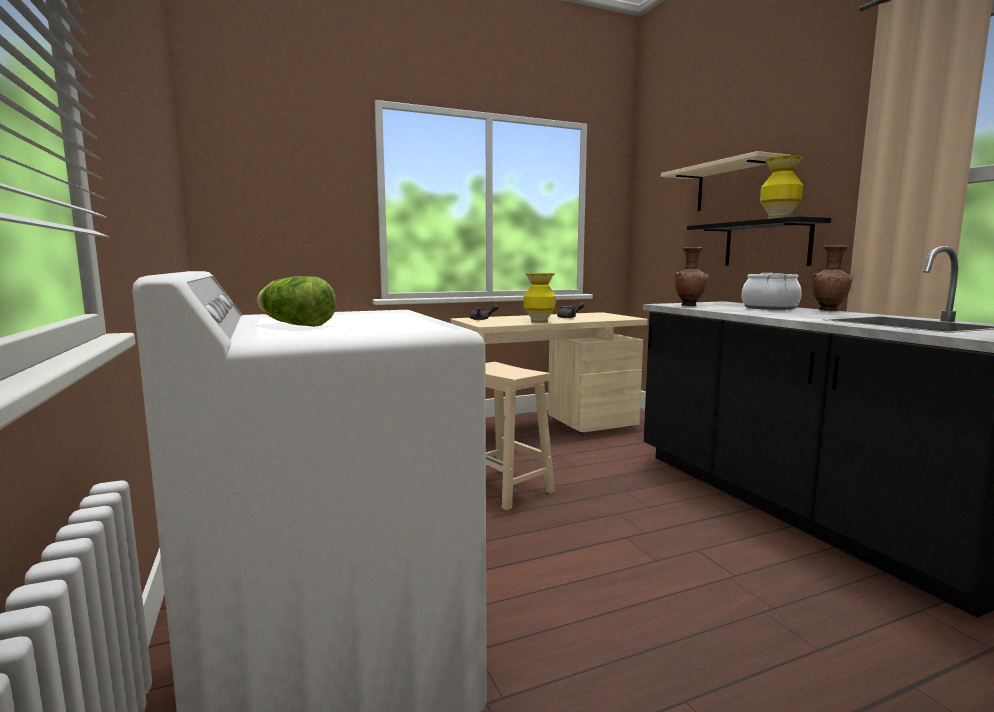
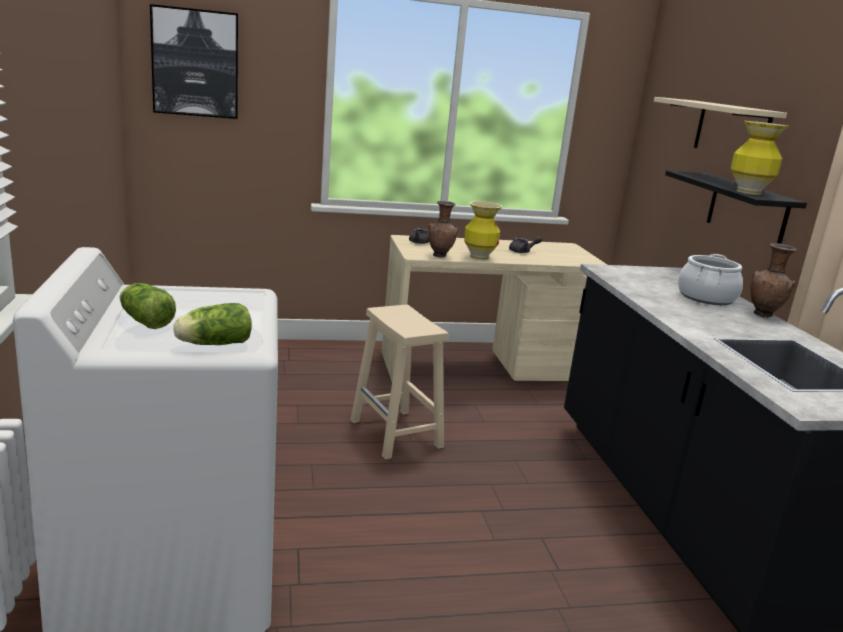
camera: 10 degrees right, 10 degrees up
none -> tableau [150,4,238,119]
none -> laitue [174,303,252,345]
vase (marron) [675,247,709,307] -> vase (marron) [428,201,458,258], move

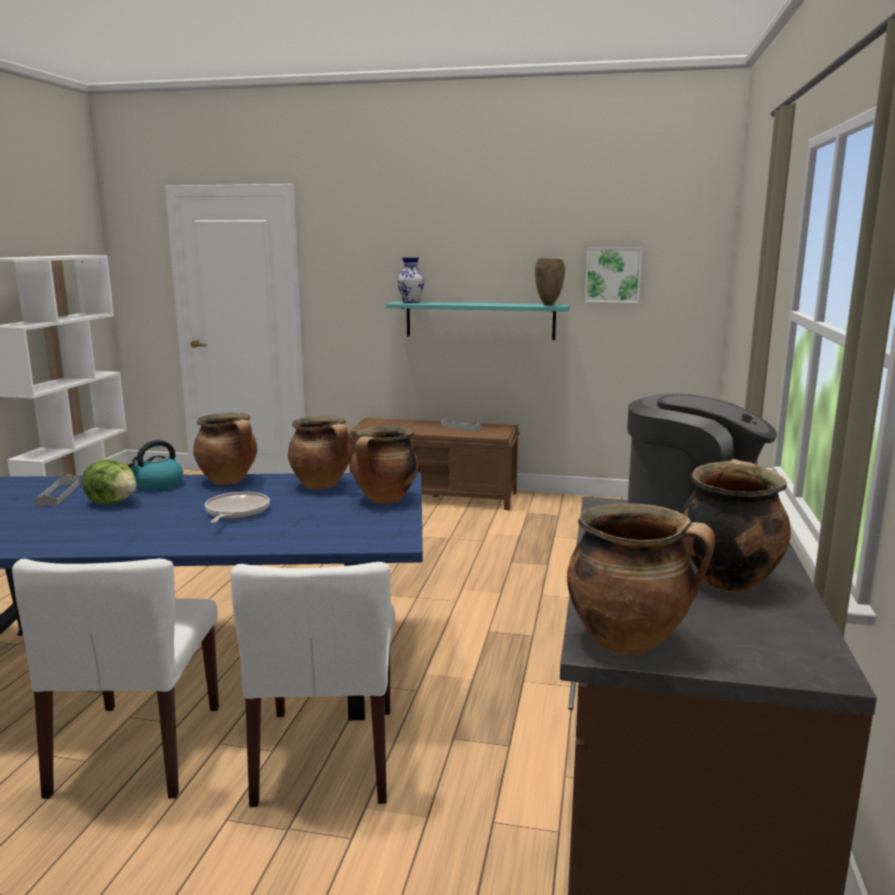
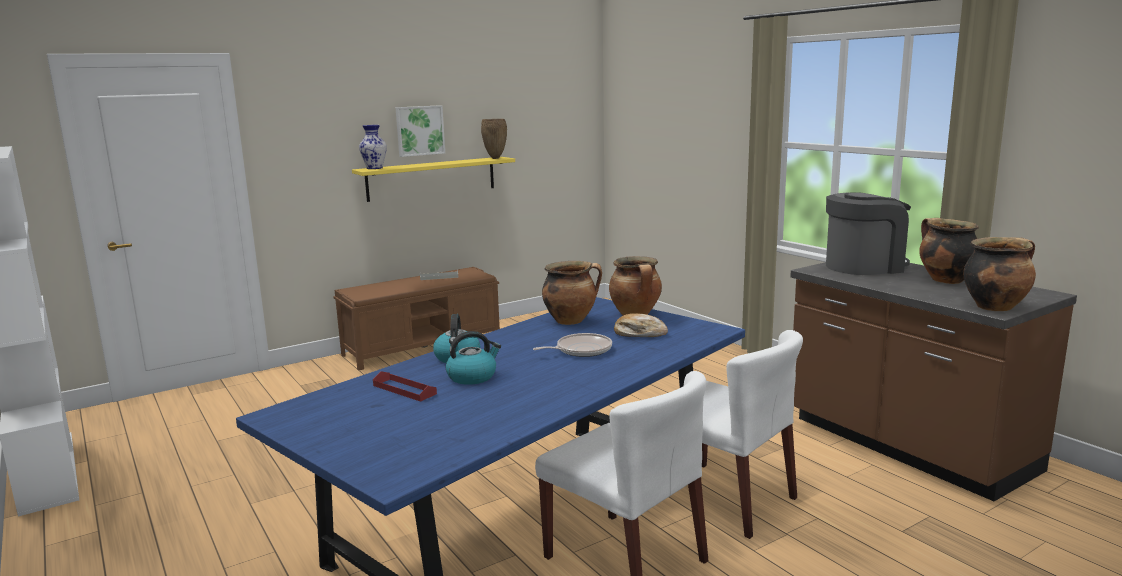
camera: 45 degrees left, 0 degrees up
étagère (turquoise) [386,302,570,340] -> étagère (jaune) [352,157,515,202]
plateau (gris) [34,474,80,506] -> plateau (rouge) [373,371,437,402]
tableau [585,248,642,303] -> tableau [395,105,445,157], move
laitue [82,459,137,505] -> bouilloire [446,331,501,385]
poêle [205,492,270,523] -> poêle [533,333,612,357], 105 degrees clockwise
none -> pain [614,313,668,337]
marmite [193,413,257,485] -> none

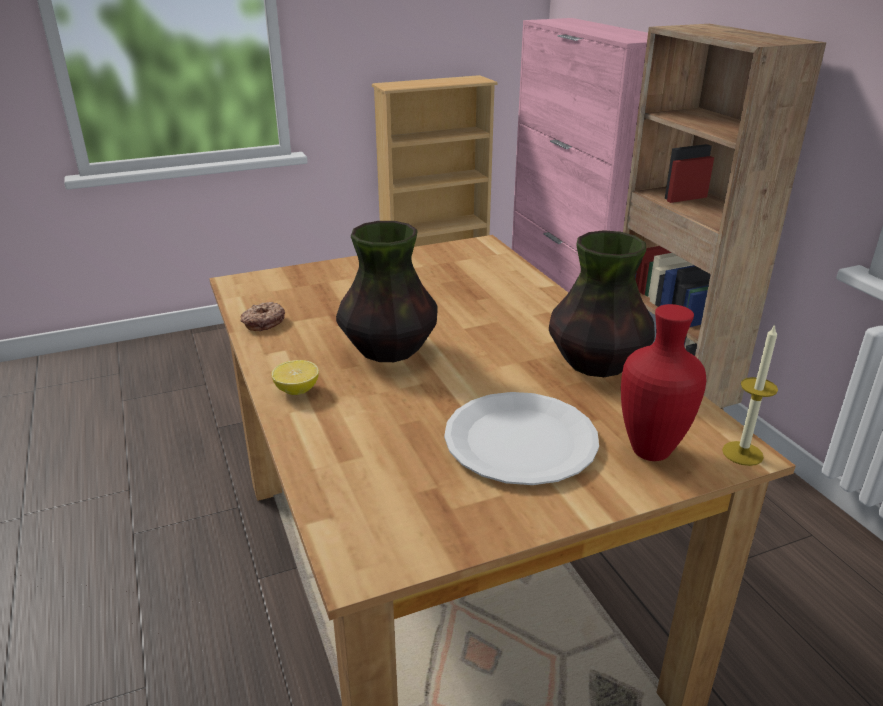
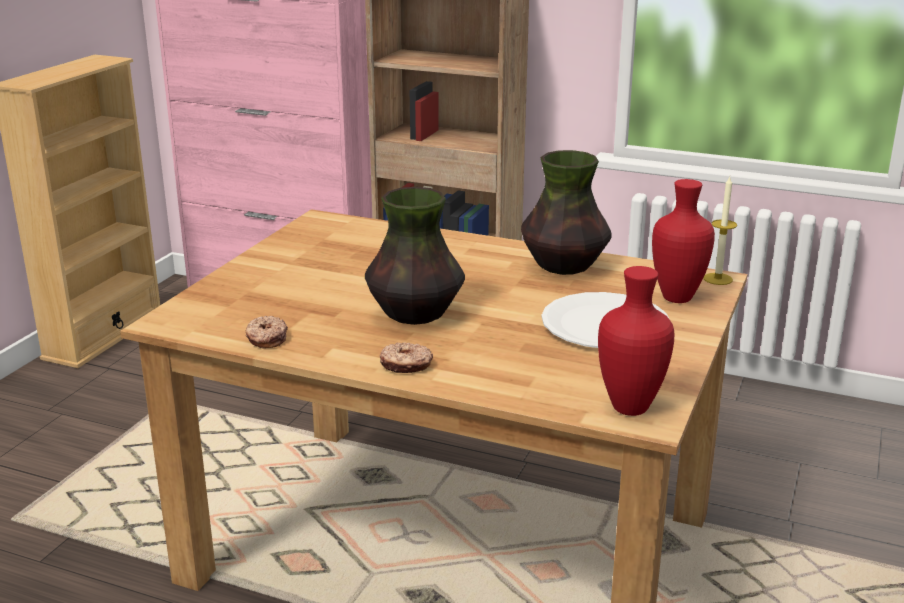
camera: 45 degrees left, 5 degrees down
citron [271,360,319,395] -> beignet [380,342,433,373]
none -> vase (rouge) [598,266,674,416]

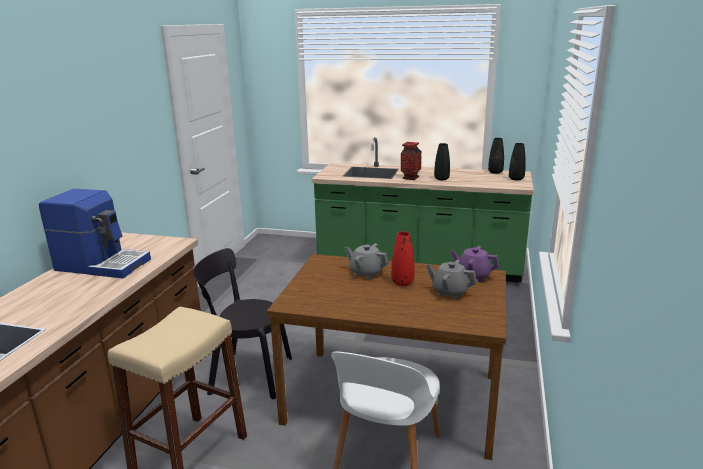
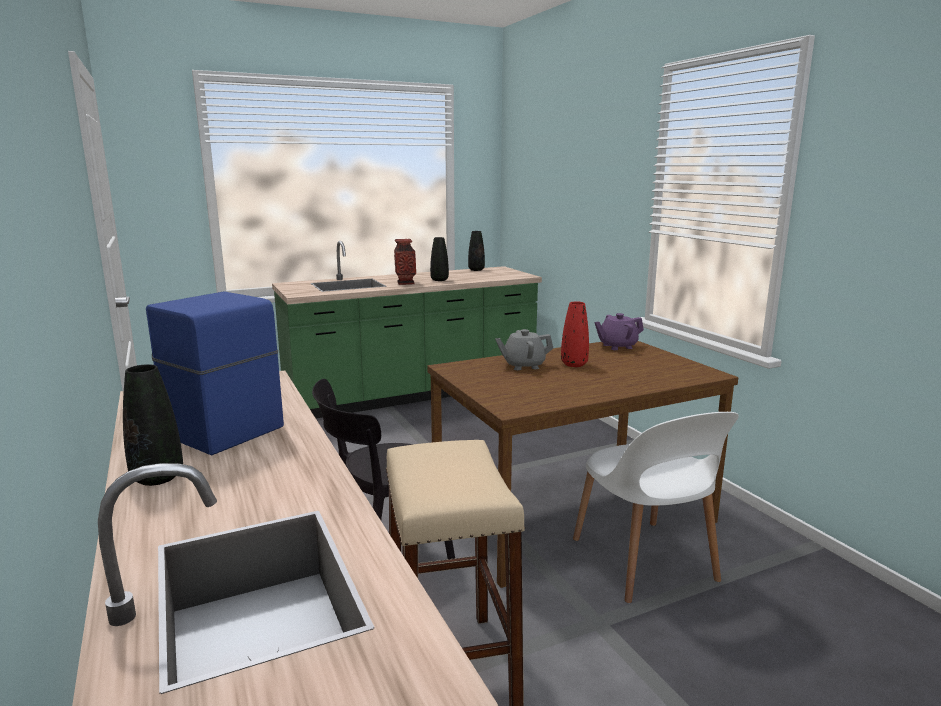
camera: 40 degrees left, 5 degrees down
vase (noir) [509,143,526,181] -> vase (noir) [123,364,183,486], move
machine à café [39,189,151,278] -> machine à café [146,291,284,456], 120 degrees counterclockwise
théière (gris) [426,260,477,299] -> none

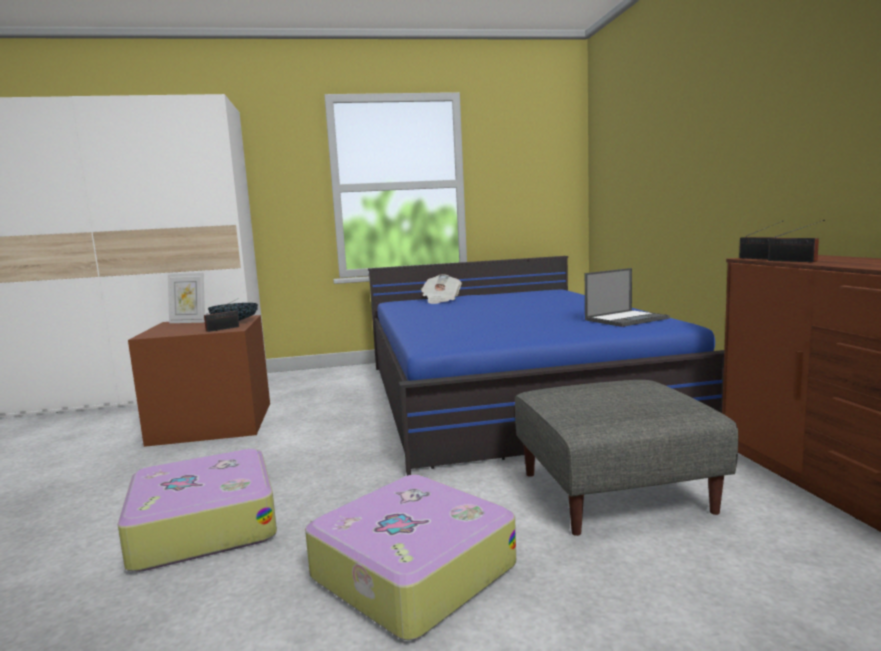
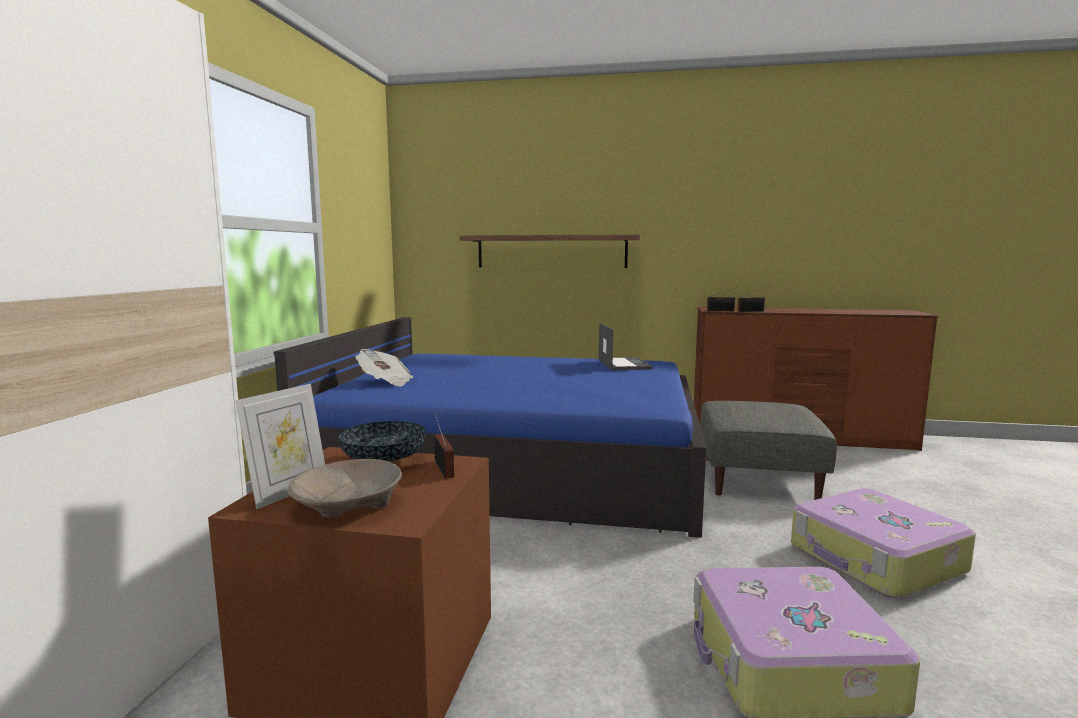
camera: 70 degrees left, 0 degrees up
none -> bol (beige) [287,459,402,518]
none -> étagère [459,234,640,268]

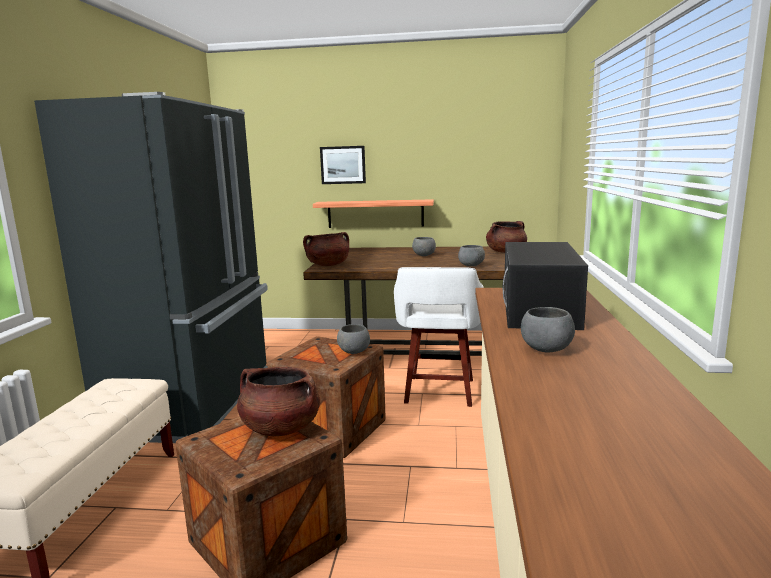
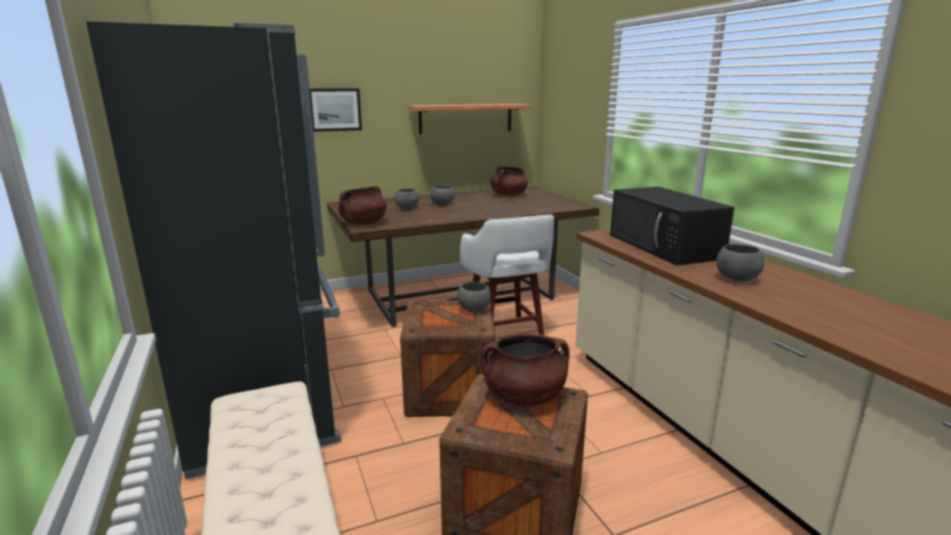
camera: 30 degrees left, 5 degrees up
bol (gris) [458,245,485,266] -> bol (gris) [395,189,419,209], move
étagère [313,199,434,228] -> étagère [408,104,530,134], move

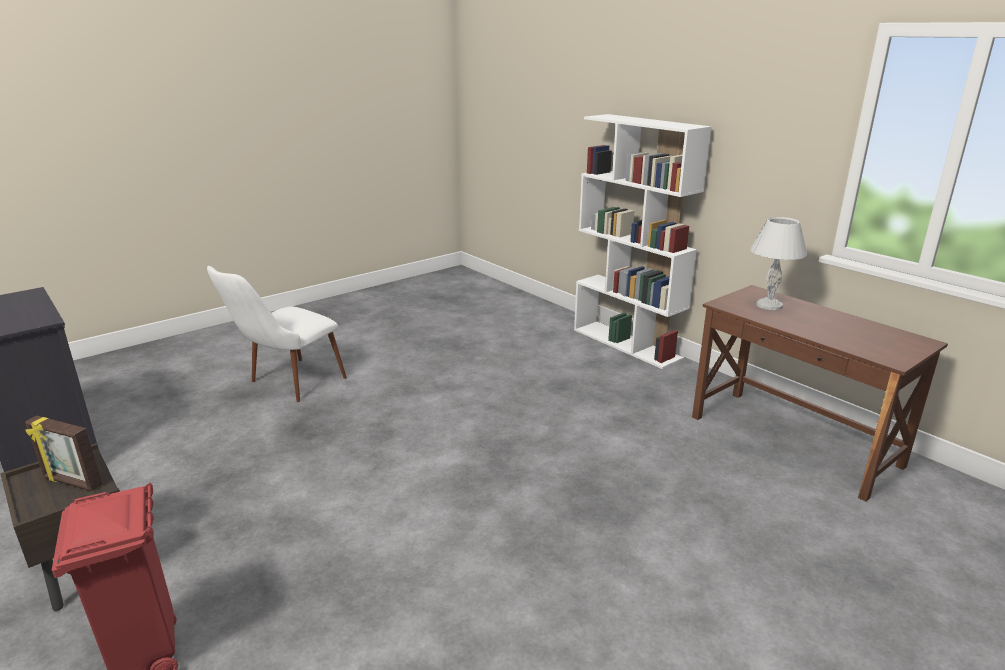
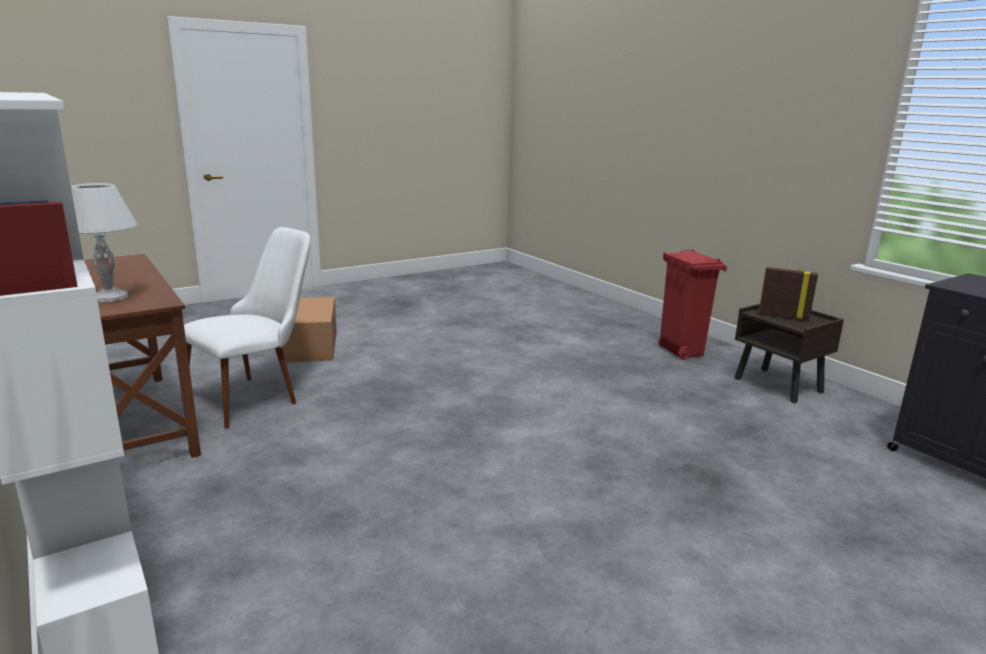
camera: 175 degrees left, 5 degrees down
chaise (blanc) [207,266,347,402] -> chaise (blanc) [184,227,311,429], move
none -> carton [282,297,337,362]

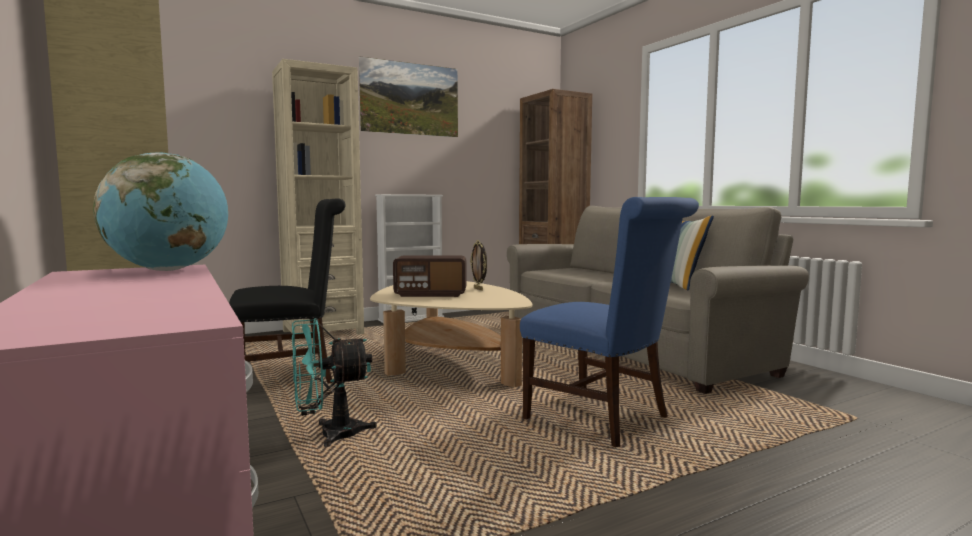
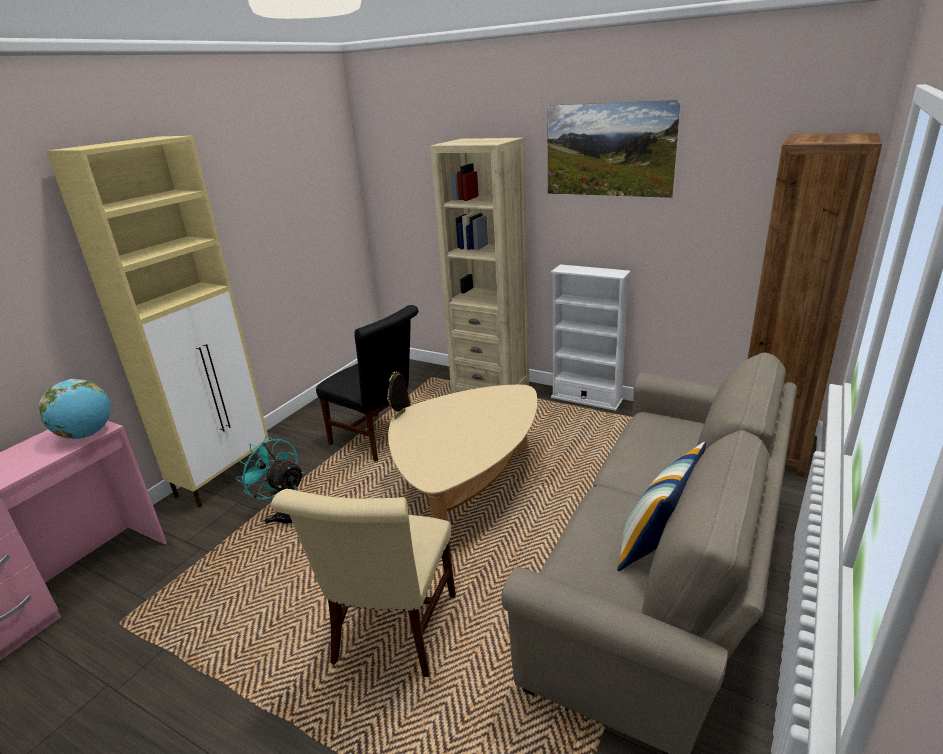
camera: 60 degrees right, 20 degrees up
chaise (bleu) [520,197,699,448] -> chaise (beige) [271,489,456,677]
cadre photo [470,240,487,290] -> cadre photo [387,371,407,419], move
radio [393,256,467,297] -> none

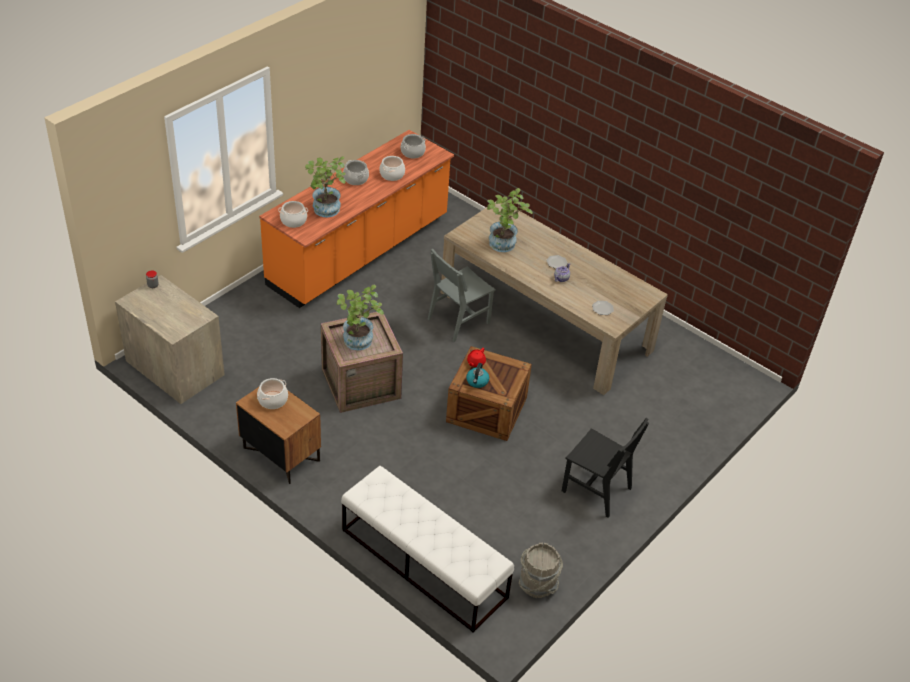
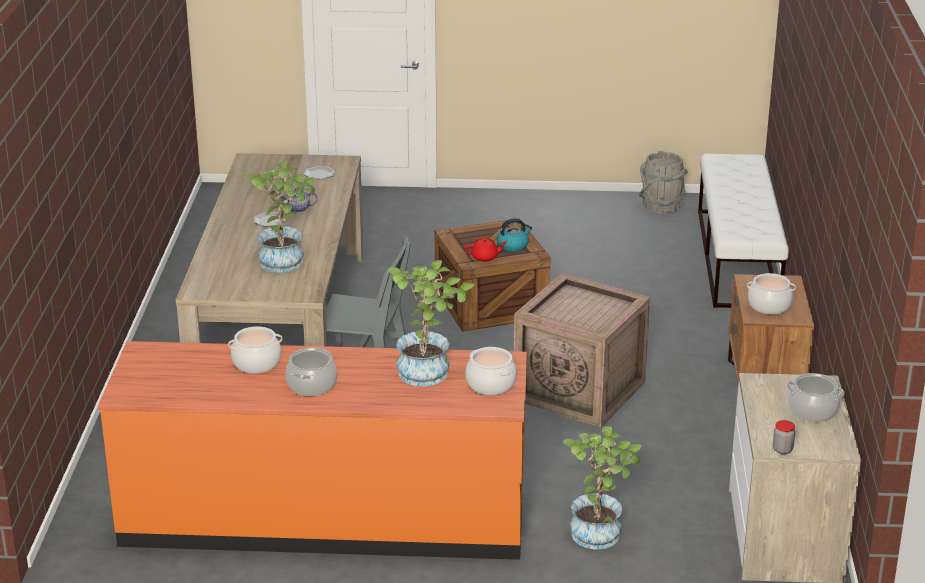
camera: 125 degrees left, 15 degrees down
plante en pot [336,285,384,350] -> plante en pot [563,426,641,550], move
marmite [401,134,426,159] -> marmite [786,373,844,422], move
chaise (noir) [562,418,649,518] -> none

